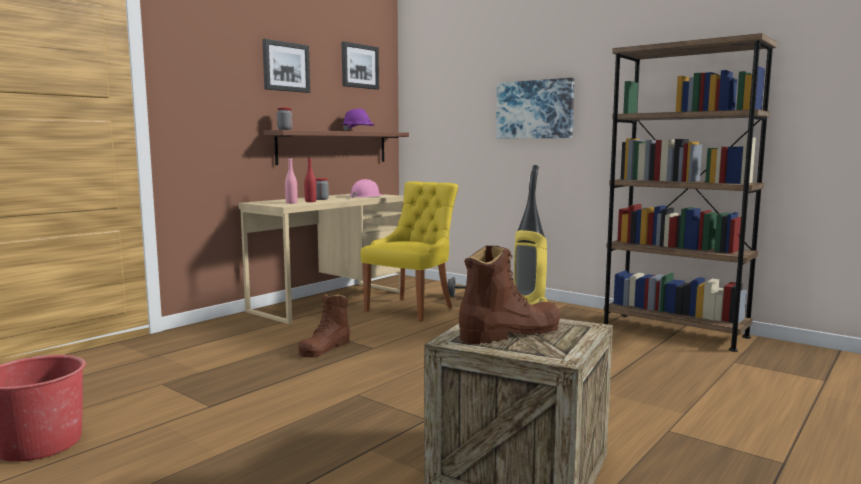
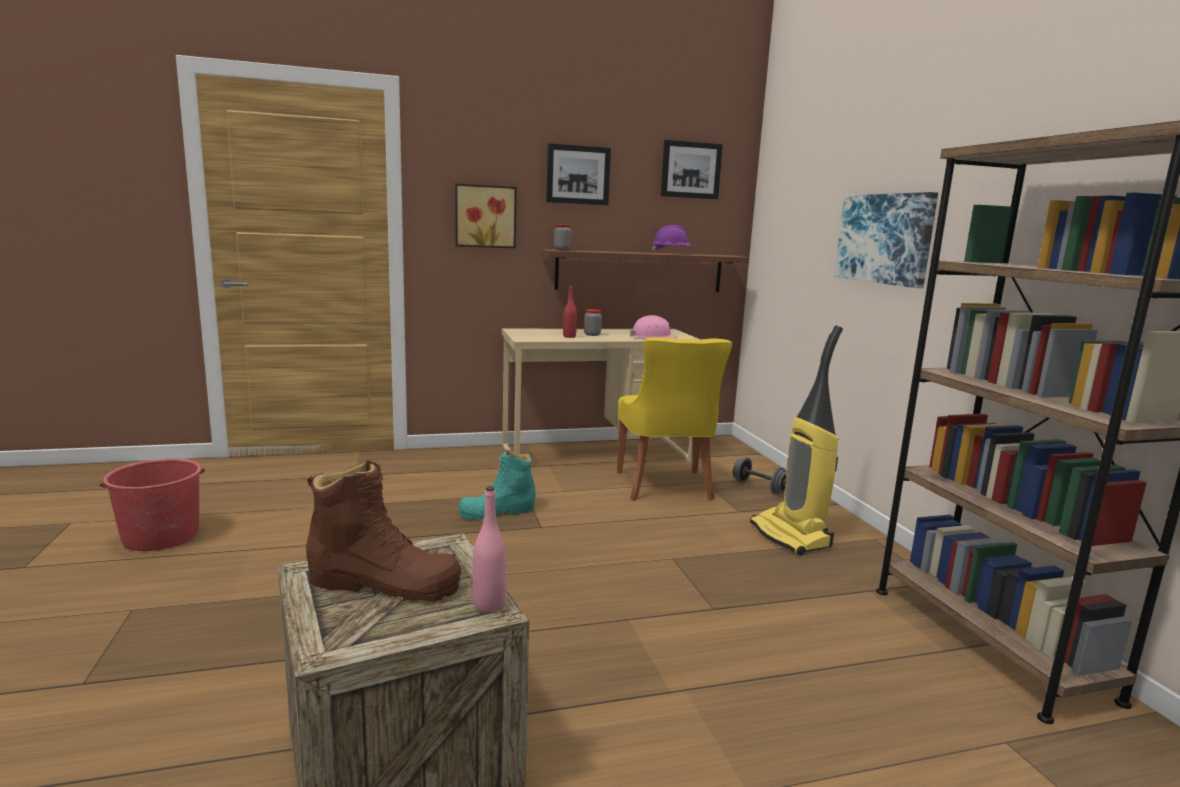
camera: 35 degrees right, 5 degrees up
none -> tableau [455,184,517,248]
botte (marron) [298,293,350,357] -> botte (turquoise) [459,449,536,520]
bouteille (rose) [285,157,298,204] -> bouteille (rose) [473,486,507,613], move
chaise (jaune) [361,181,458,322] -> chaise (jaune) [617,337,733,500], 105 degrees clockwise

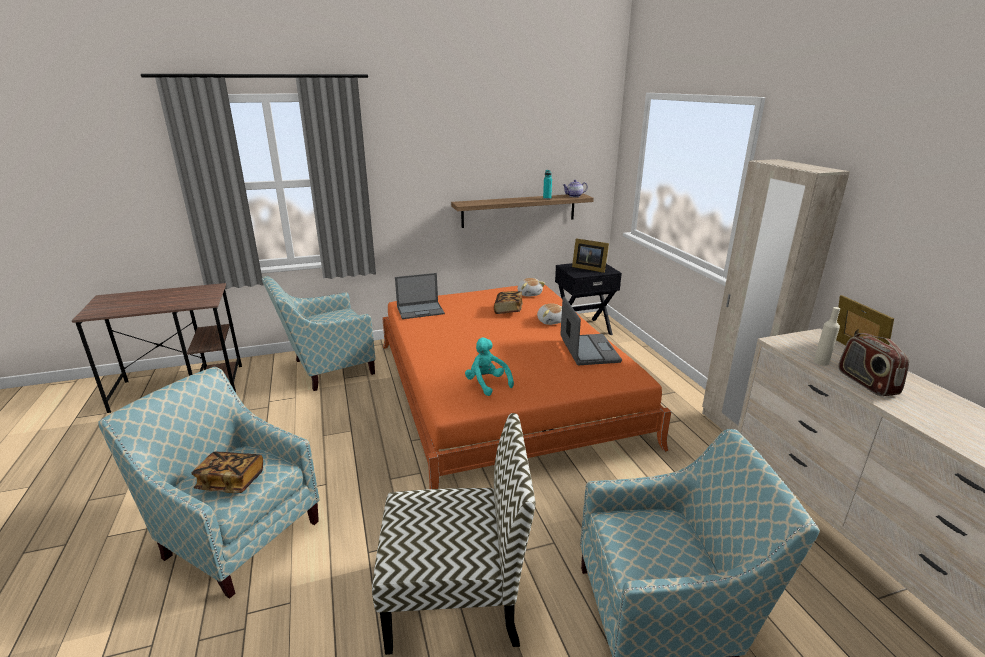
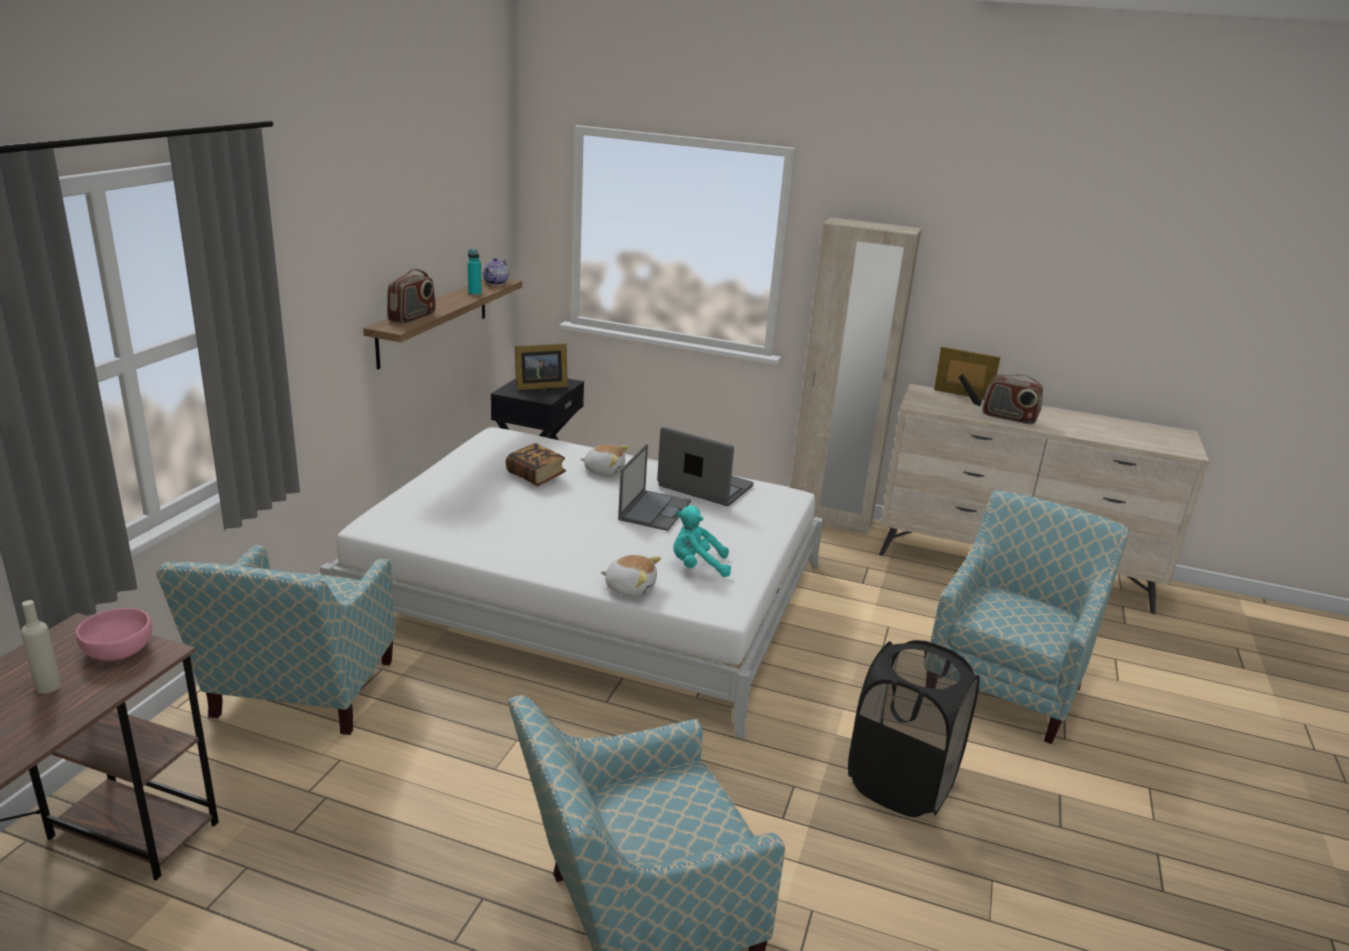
camera: 55 degrees left, 0 degrees up
bouteille (beige) [814,307,840,366] -> bouteille (beige) [21,600,62,693], move
none -> bol (rose) [76,608,152,661]
lit (orange) [382,285,671,489] -> lit (blanc) [320,427,823,739]
none -> radio [387,269,436,324]
peluche [518,278,545,297] -> peluche [600,555,661,597], move
ordinateur portable [395,273,445,319] -> ordinateur portable [618,444,691,531], move
chaise [372,413,536,655] -> panier à linge (noir) [848,640,980,817]
livre [191,452,263,493] -> none

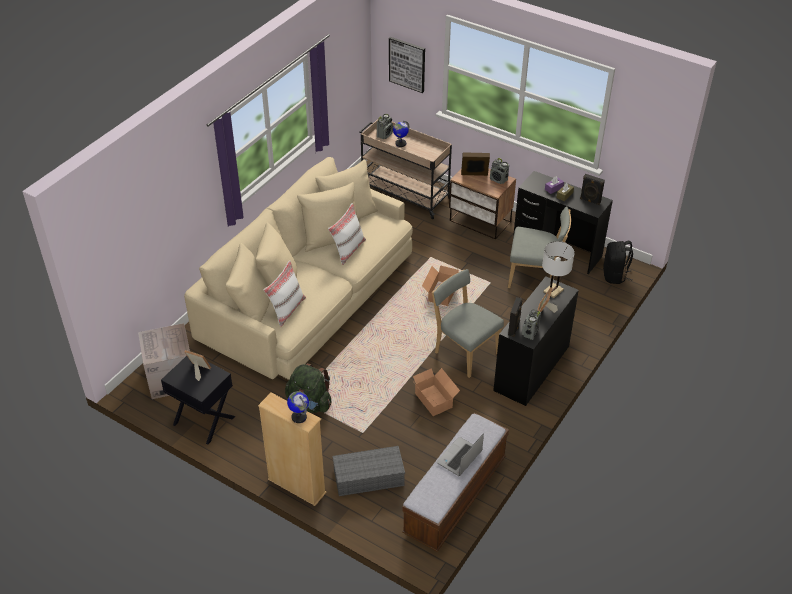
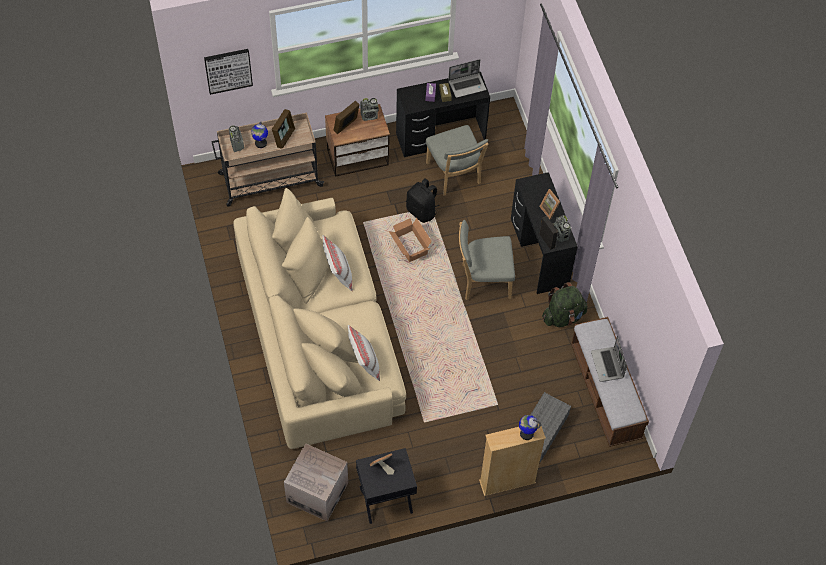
camera: 50 degrees left, 15 degrees up
none -> cadre photo [272,109,295,148]
sac à dos (noir) [603,241,633,284] -> sac à dos (noir) [406,178,439,223], move
chaise (gris) [508,207,571,288] -> chaise (gris) [426,125,488,195], 105 degrees clockwise
enceinte (noir) [580,174,605,205] -> ordinateur portable [448,59,486,98]
sac à dos (vert) [285,363,331,413] -> sac à dos (vert) [542,282,588,327], move
carton [412,368,460,416] -> none
lampe de table (blanc) [542,241,575,298] -> none

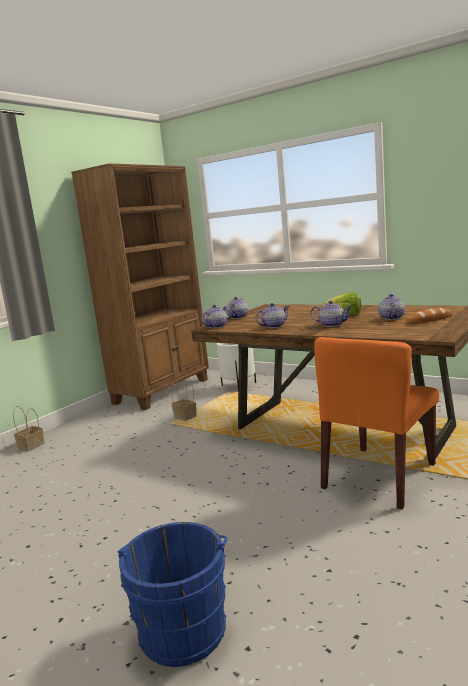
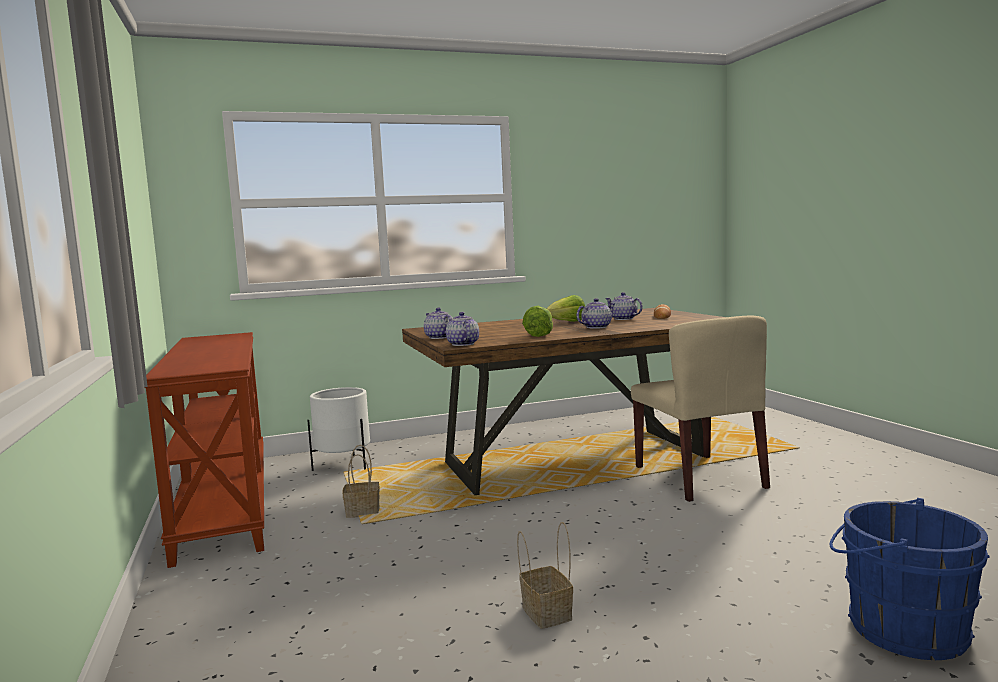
camera: 55 degrees left, 5 degrees down
bibliothèque (marron) [71,163,209,410] -> table console (marron) [145,332,264,568]
panier [13,406,44,452] -> panier [517,522,573,629], move
théière [255,303,289,328] -> laitue [522,306,553,337]
chaise (orange) [314,337,439,509] -> chaise (beige) [631,316,770,502]

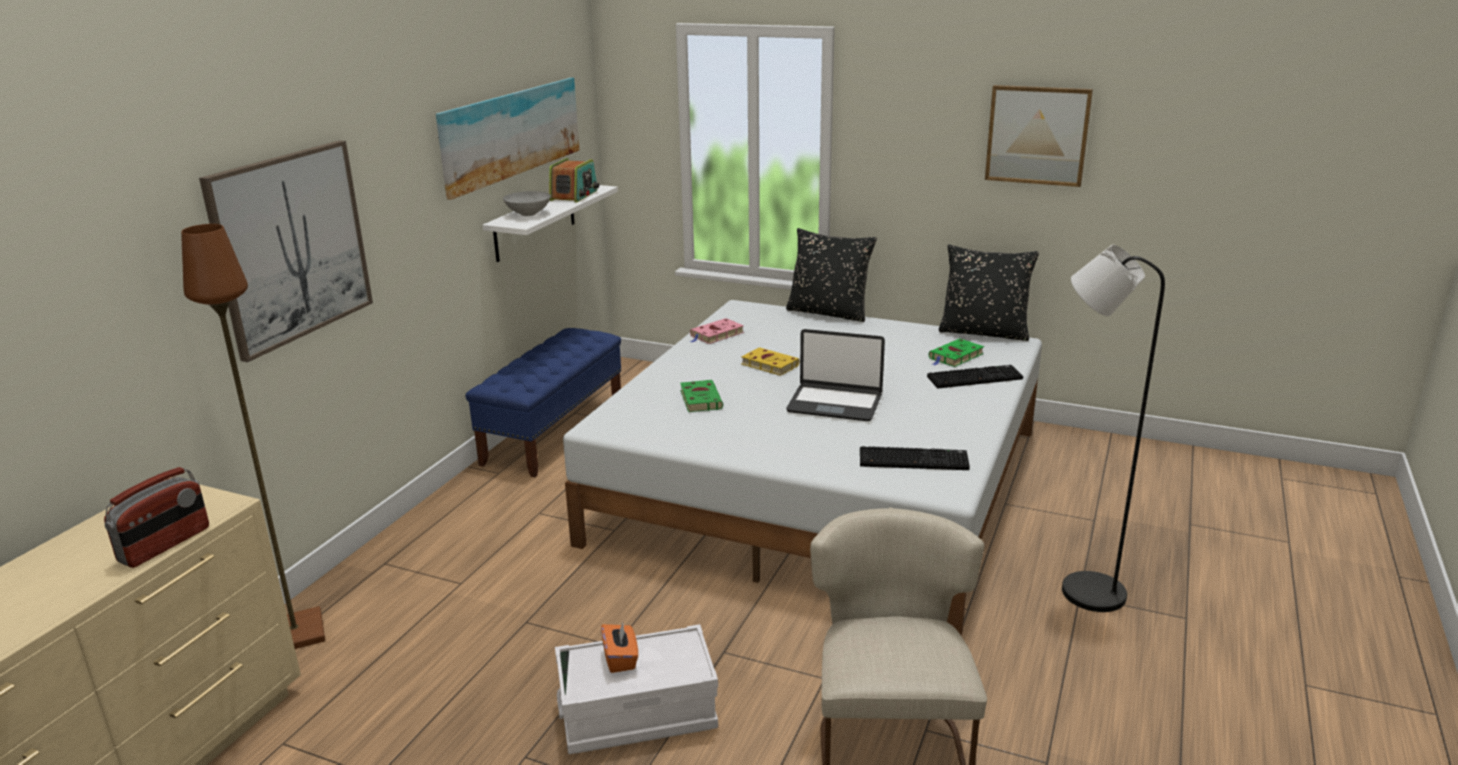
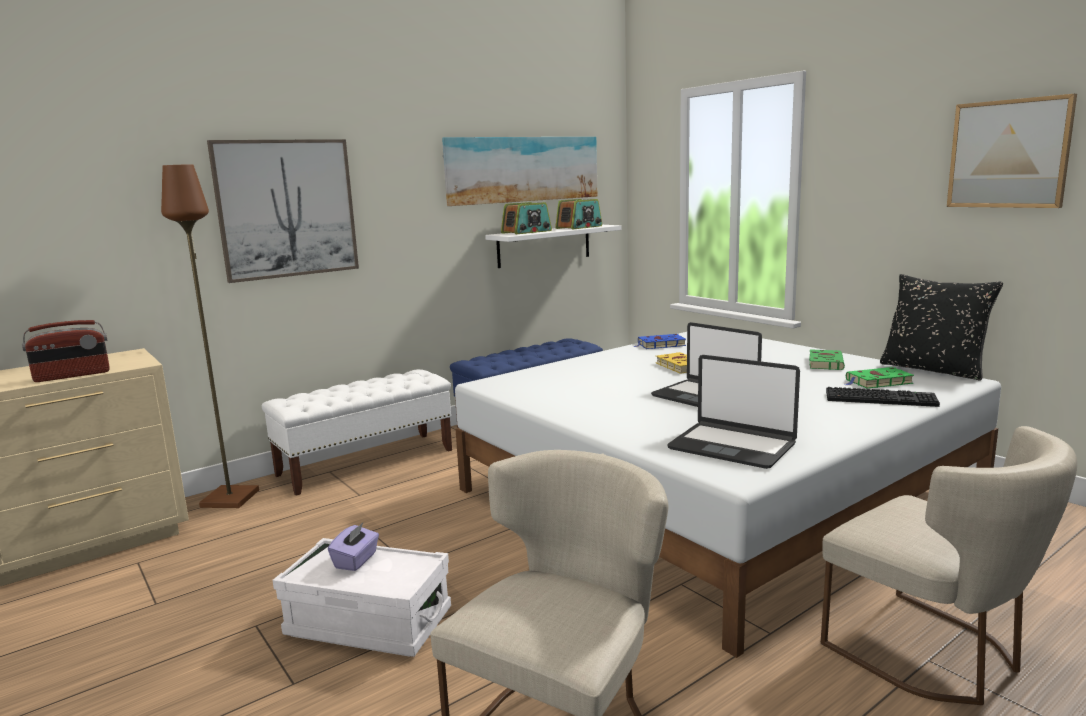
camera: 30 degrees right, 10 degrees down
none -> banc (blanc) [262,369,452,496]
boîte à mouchoirs (orange) [601,622,638,673] -> boîte à mouchoirs (violet) [328,523,379,571]
bol (gris) [503,191,551,216] -> radio [501,202,552,234]
livre (rose) [690,318,744,344] -> livre (bleu) [634,334,686,349]
clavier [860,446,970,470] -> ordinateur portable [667,355,800,469]
livre (vert) [680,380,723,412] -> livre (vert) [809,349,845,370], move
lampadaire (noir) [1062,245,1165,612] -> chaise (beige) [821,426,1077,705]
coussin (noir) [786,228,877,322] -> none

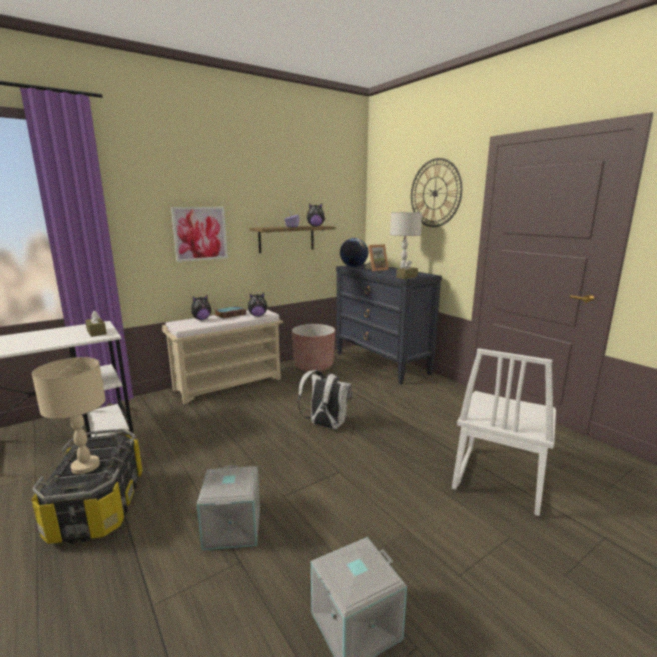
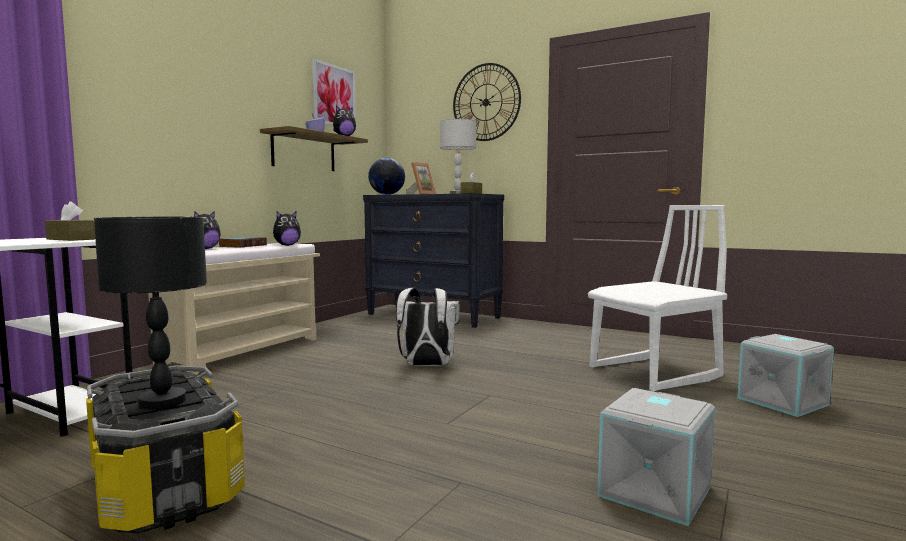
camera: 25 degrees left, 10 degrees down
lampe de table (beige) [32,357,106,474] -> lampe de table (noir) [94,217,207,410]
tableau [171,207,228,262] -> tableau [312,59,356,126], move
chaise (blanc) [452,348,556,516] -> chaise (blanc) [588,205,727,391], 120 degrees counterclockwise
boîte de rangement (gris) [197,465,260,550] -> boîte de rangement (gris) [737,334,834,417], move
cache-pot (marron) [292,324,335,371] -> none

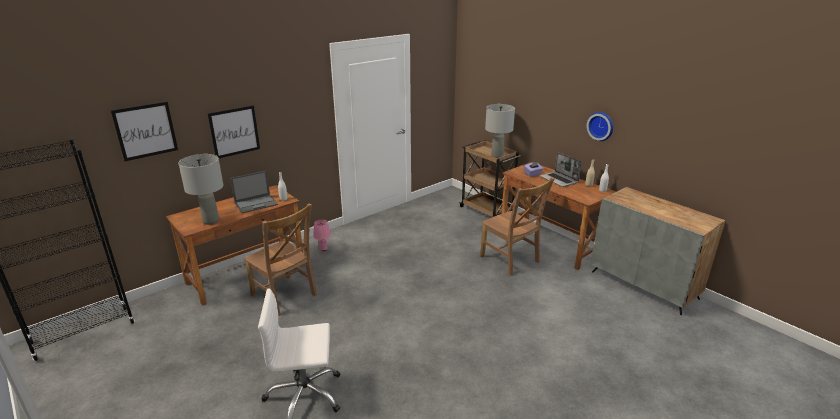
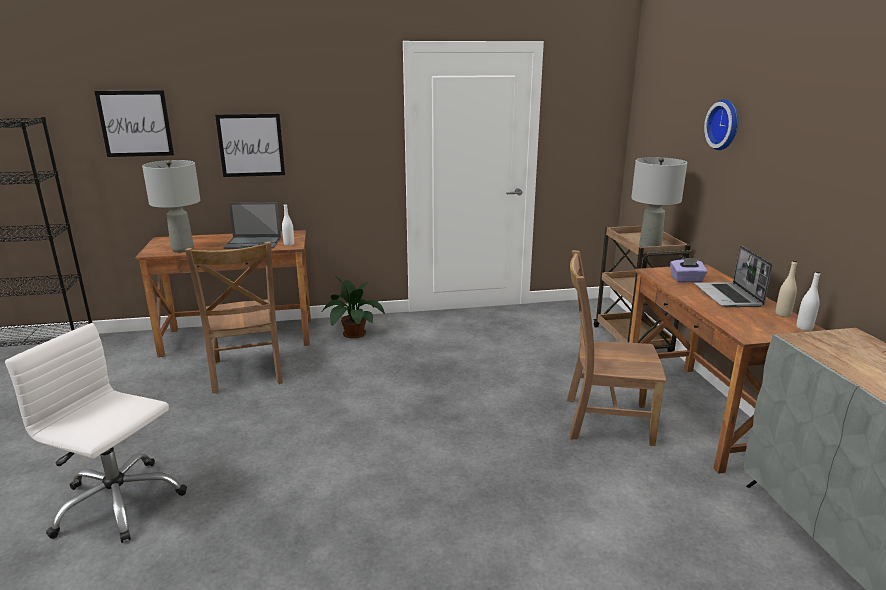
camera: 30 degrees right, 5 degrees down
lampe de table (rose) [313,220,331,251] -> plante en pot [321,276,385,338]
chaise (marron) [480,177,555,276] -> chaise (marron) [567,250,666,446], 105 degrees clockwise
horloge murale [586,112,613,141] -> horloge murale [704,99,739,150], move

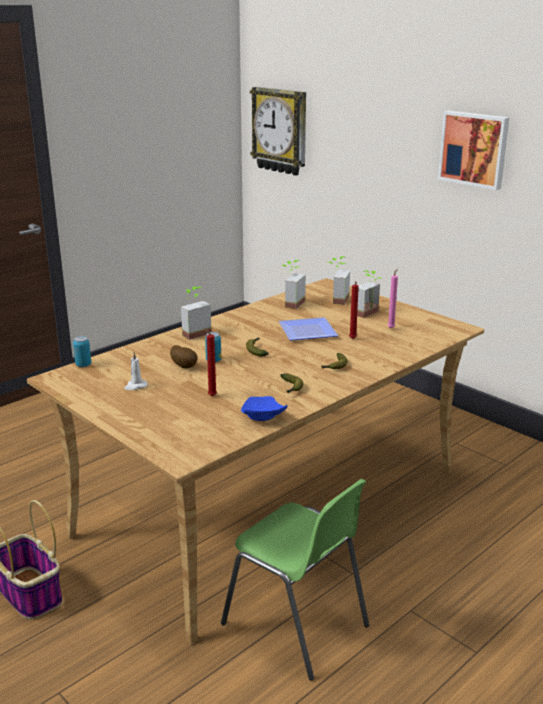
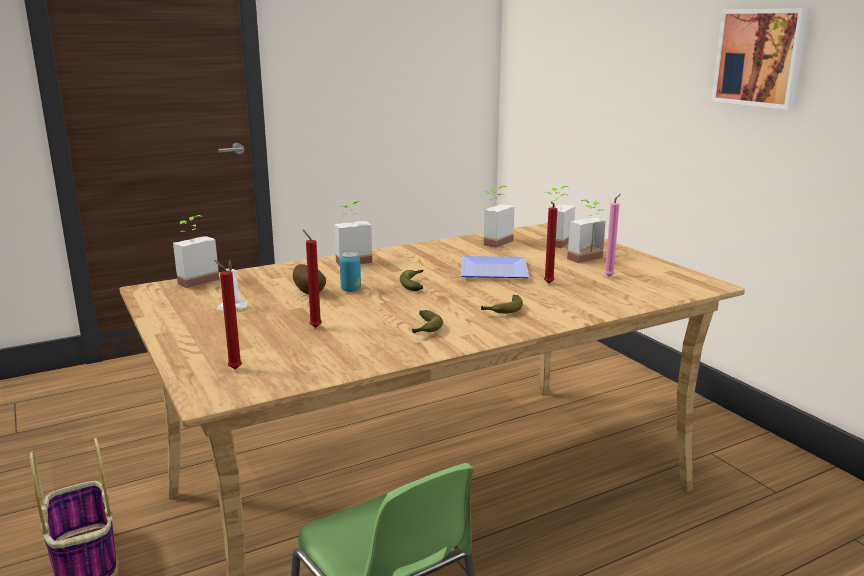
camera: 15 degrees right, 5 degrees down
boîte métallique [73,336,91,367] -> plante en pot [173,215,219,288]
none -> bougie (rouge) [214,260,242,370]
assiette (bleu) [241,396,287,421] -> none
horloge murale [250,87,306,176] -> none

